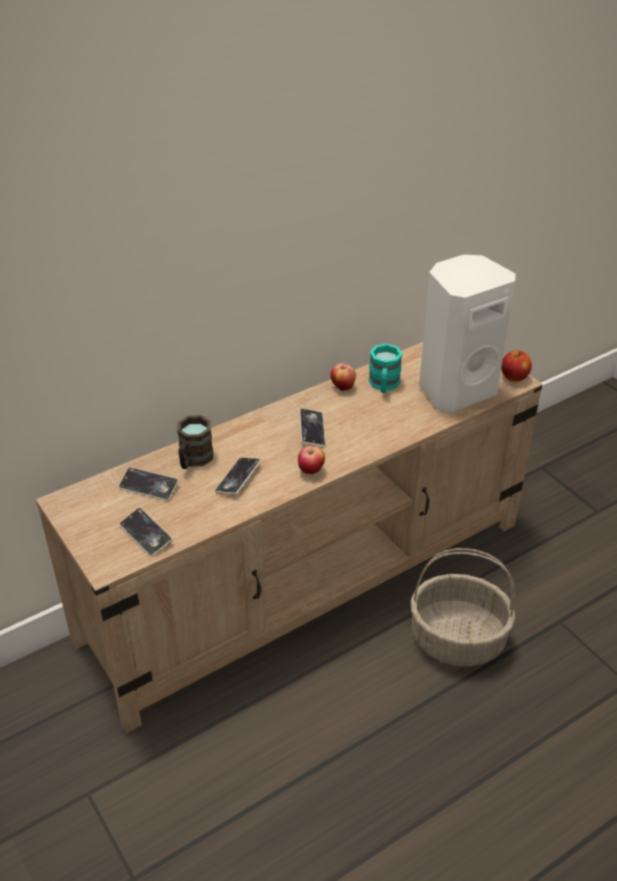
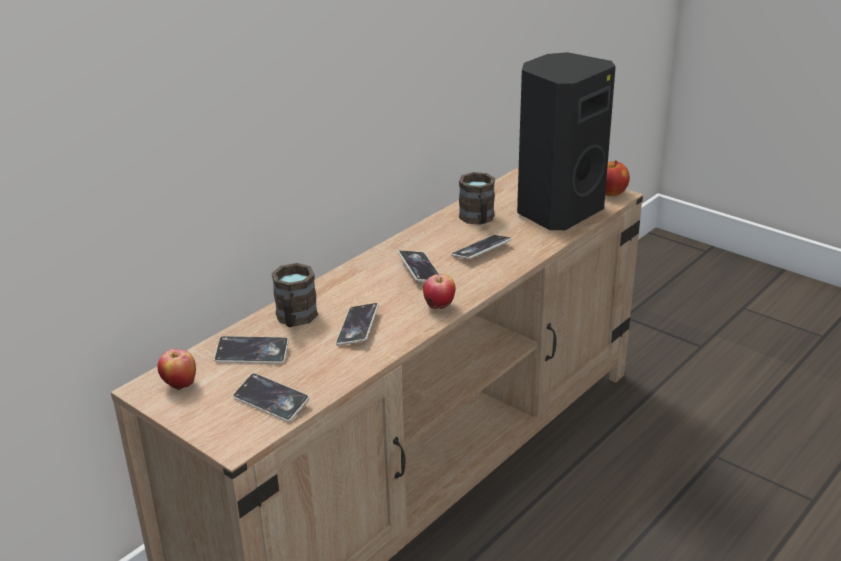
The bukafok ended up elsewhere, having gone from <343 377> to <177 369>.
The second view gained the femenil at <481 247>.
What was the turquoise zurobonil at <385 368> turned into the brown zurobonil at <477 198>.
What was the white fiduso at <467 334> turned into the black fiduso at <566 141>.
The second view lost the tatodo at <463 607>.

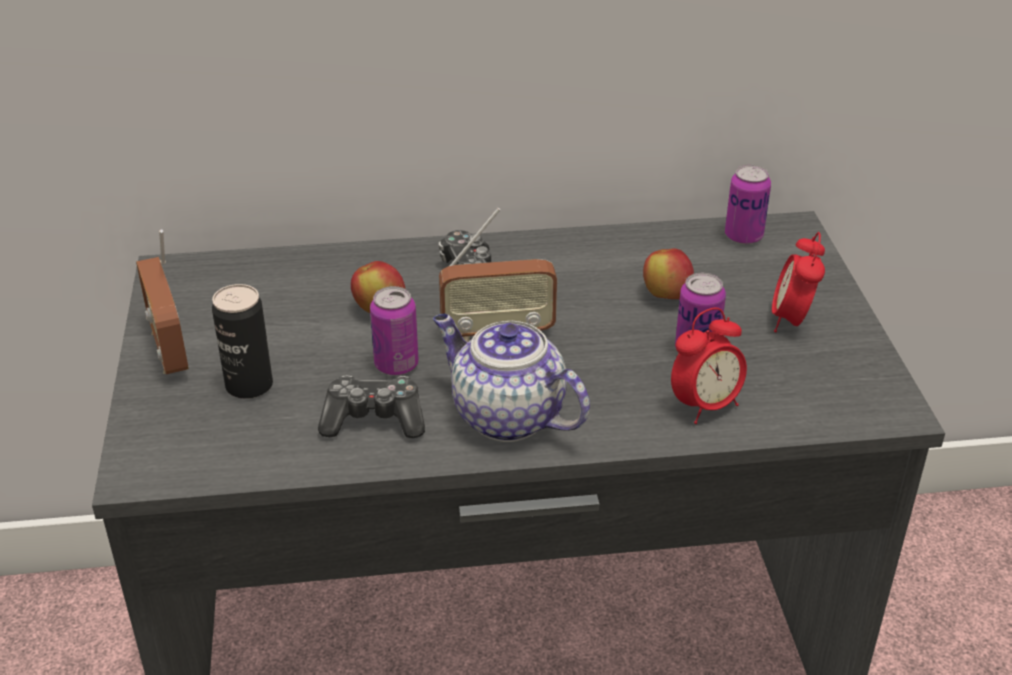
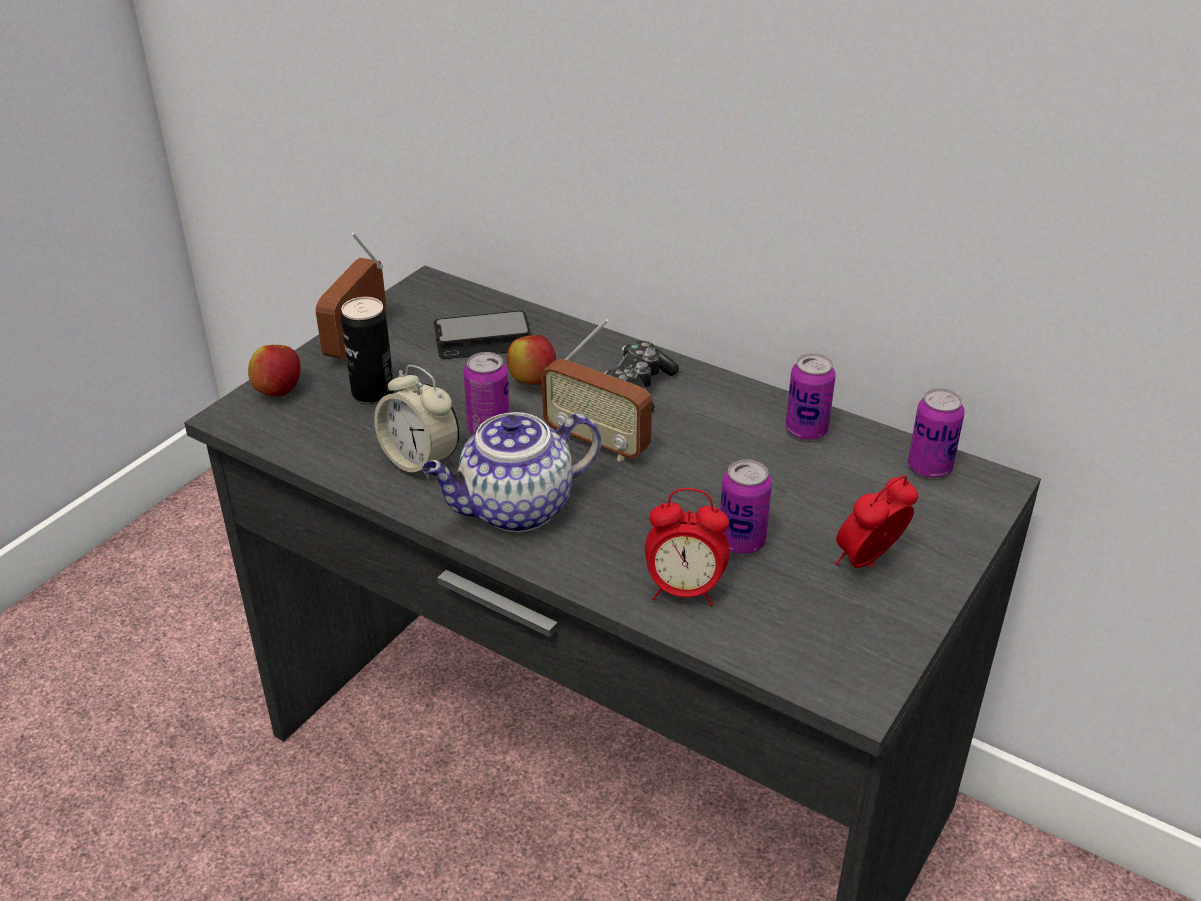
The bukafok ended up elsewhere, having gone from <668 273> to <274 371>.
Where the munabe stood at <371 406>, the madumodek came to stand at <416 422>.
The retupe at <511 378> ended up facing another way, 105 degrees counterclockwise from before.
The second view gained the femenil at <482 334>.
The second view gained the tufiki at <811 396>.

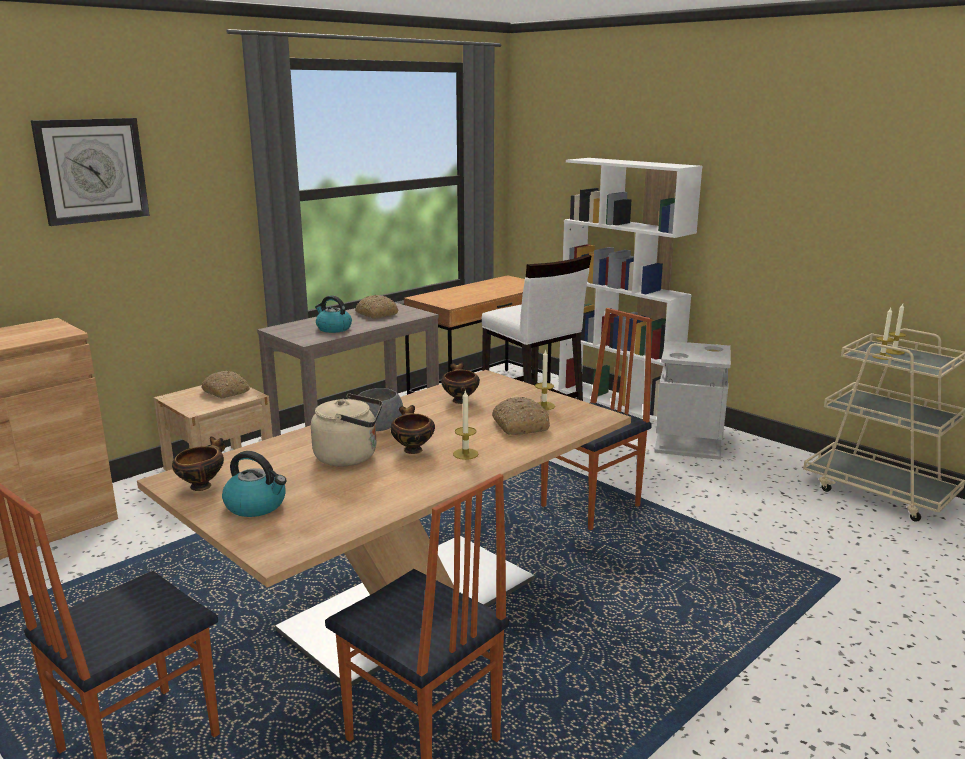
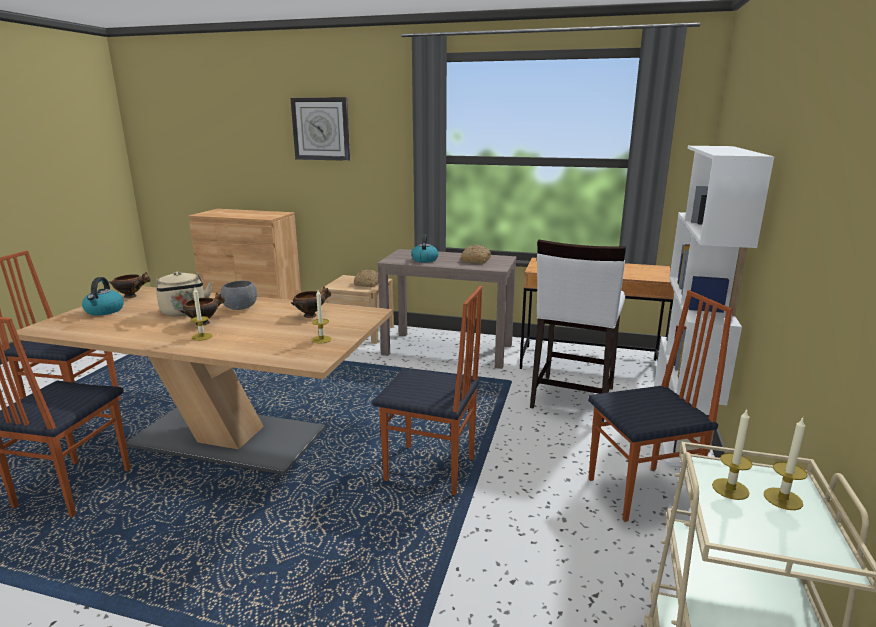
Where the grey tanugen stood at <692 400>, the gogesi came to stand at <660 406>.
The second view lost the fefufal at <521 416>.

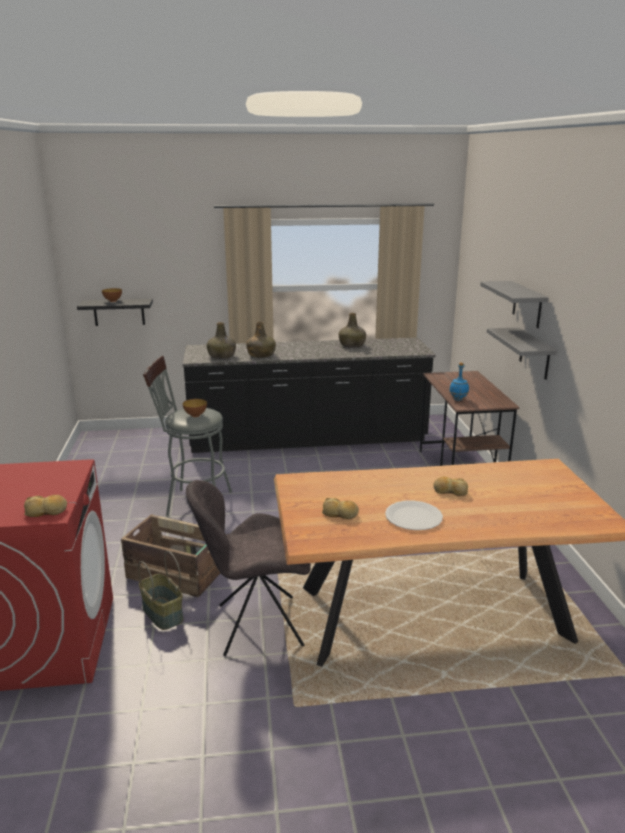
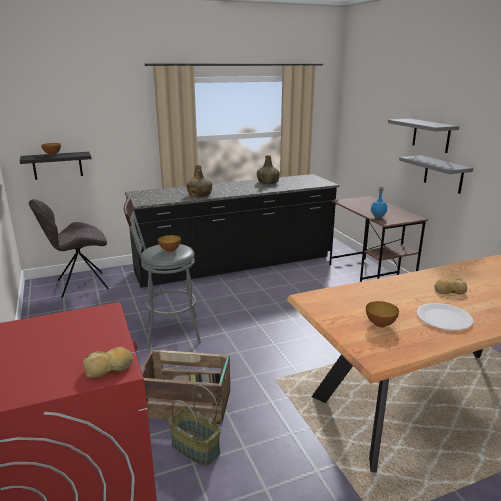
The grey gogesi ended up elsewhere, having gone from <248 568> to <69 248>.
Where the fefufal stood at <340 508>, the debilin came to stand at <382 314>.
The second view lost the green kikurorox at <221 340>.

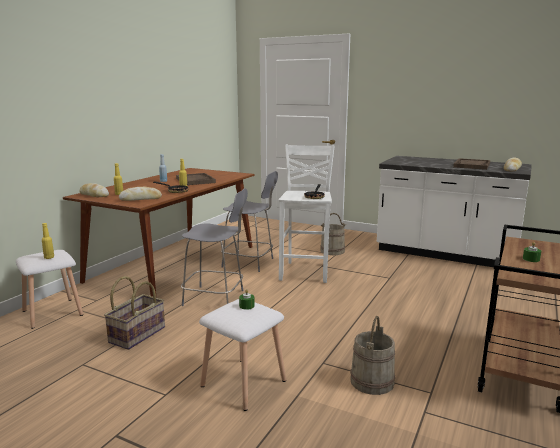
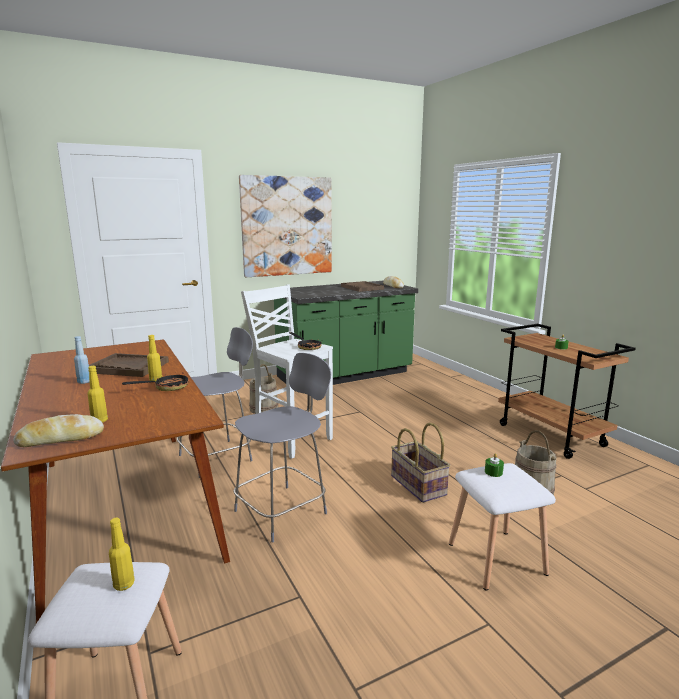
The second view gained the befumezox at <285 226>.
What was the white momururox at <454 211> turned into the green momururox at <346 336>.
The tatodo ended up elsewhere, having gone from <134 313> to <420 463>.
The second view lost the fefufal at <140 194>.

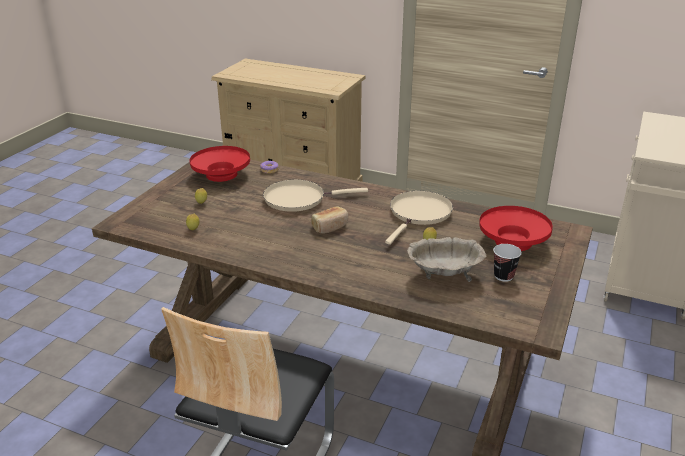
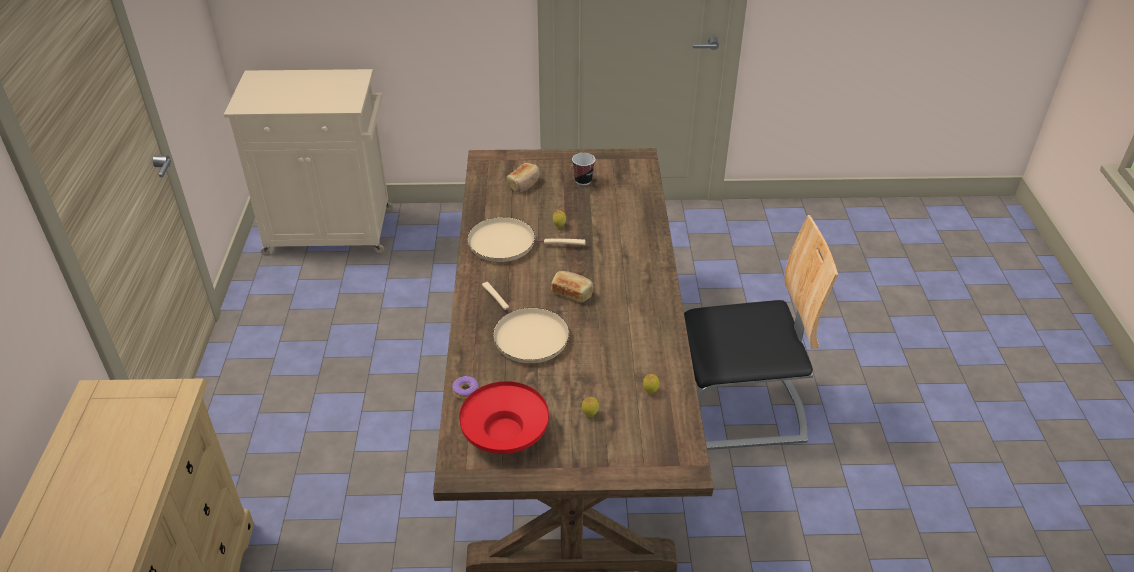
Where the red debilin stood at <516 228>, the fefufal came to stand at <523 177>.
The second view lost the beige debilin at <446 259>.

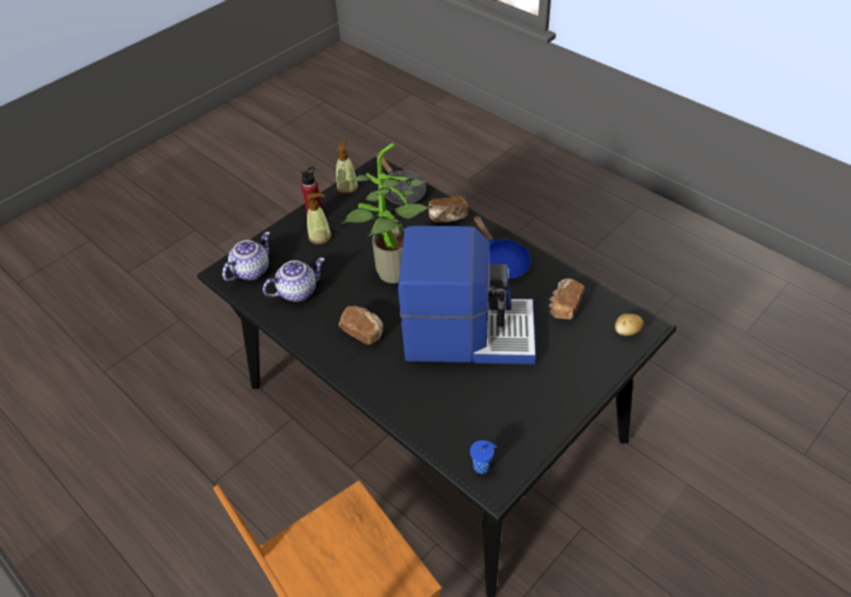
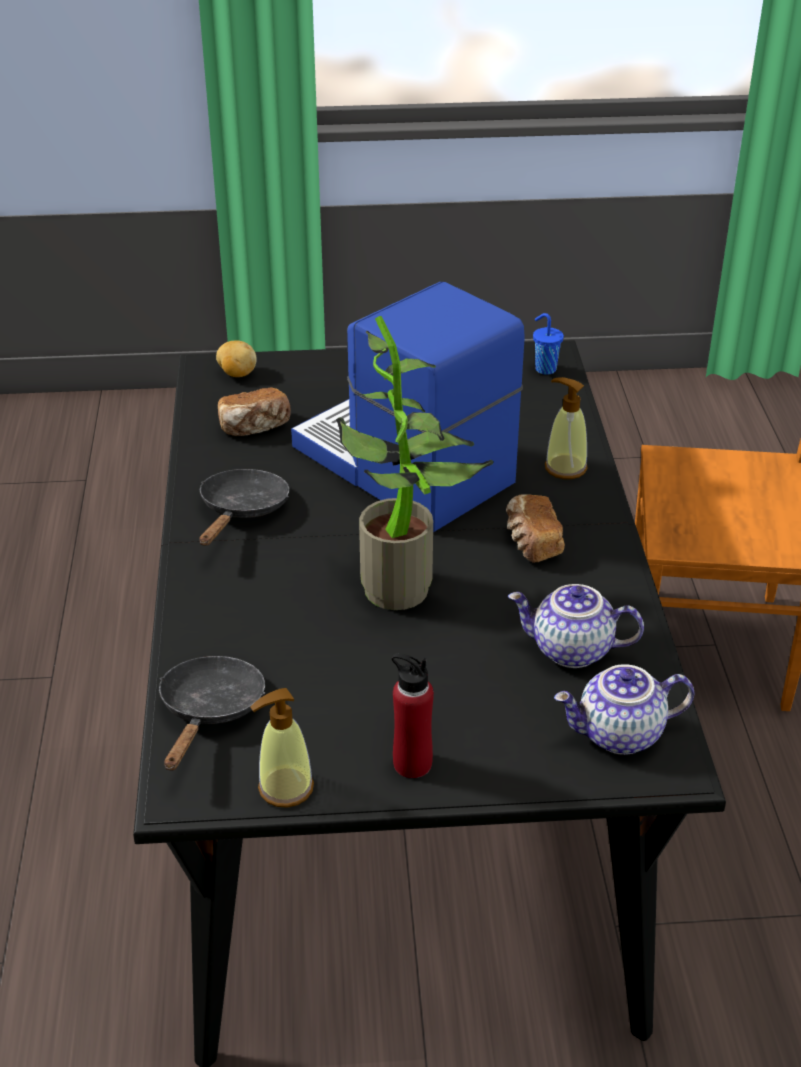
What was the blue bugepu at <502 248> turned into the black bugepu at <244 507>.
The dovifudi ended up elsewhere, having gone from <319 219> to <566 428>.
The second view lost the fefufal at <449 209>.

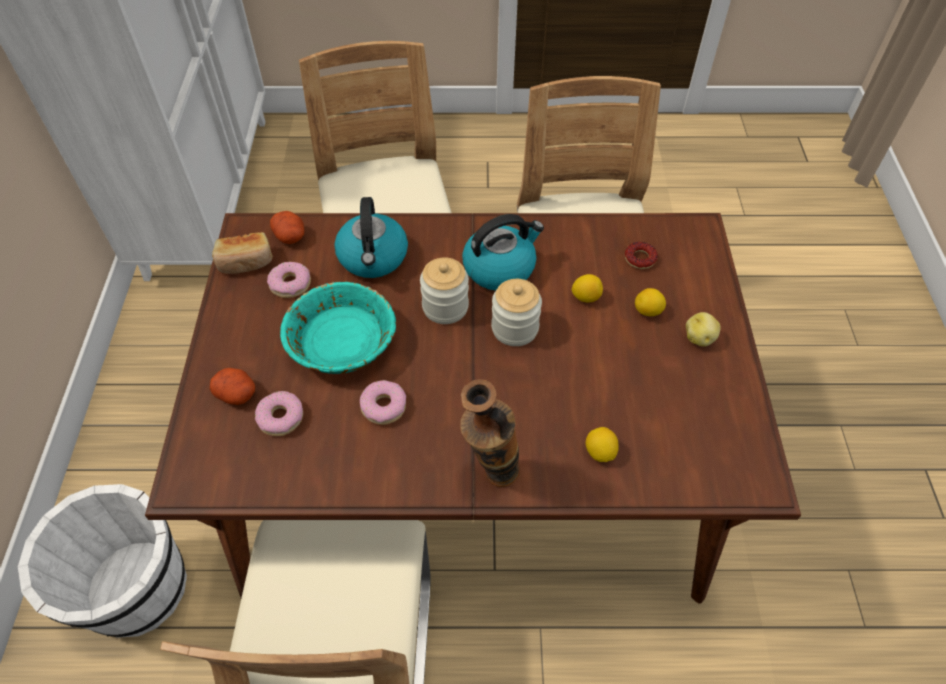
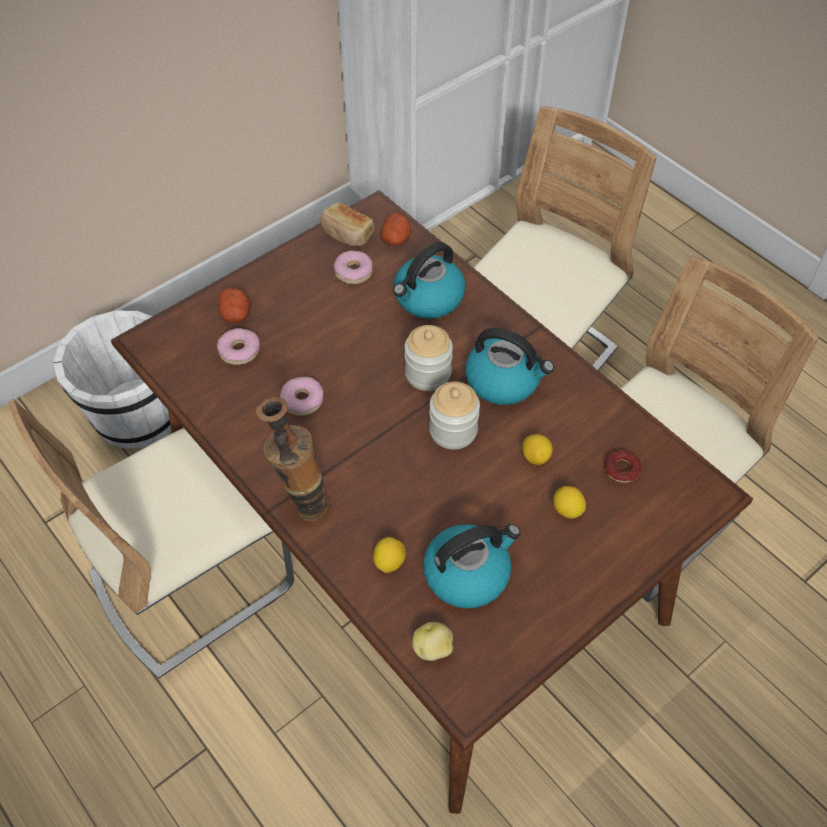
The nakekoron ended up elsewhere, having gone from <703 329> to <432 641>.
The second view gained the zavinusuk at <472 566>.
The second view lost the turquoise debilin at <338 328>.

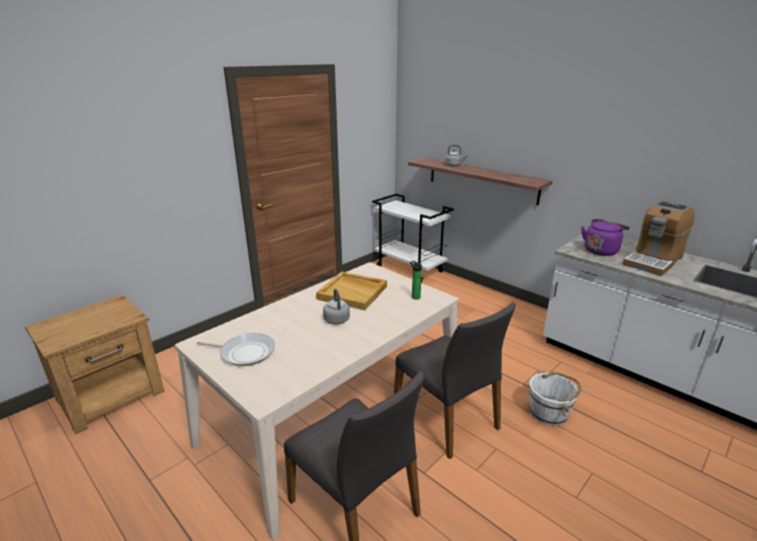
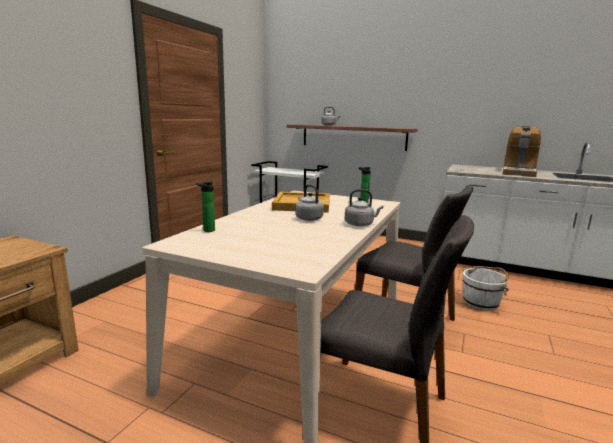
The second view gained the kikurorox at <205 206>.
The second view gained the grey zavinusuk at <364 207>.
The second view lost the bugepu at <235 349>.
The second view lost the purple zavinusuk at <605 237>.

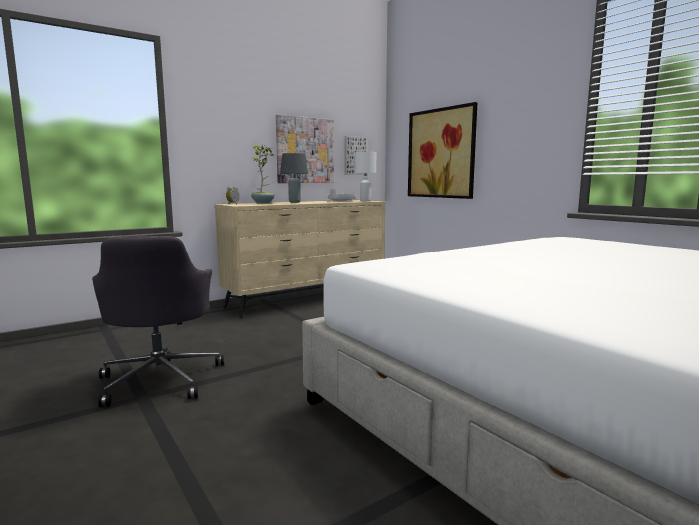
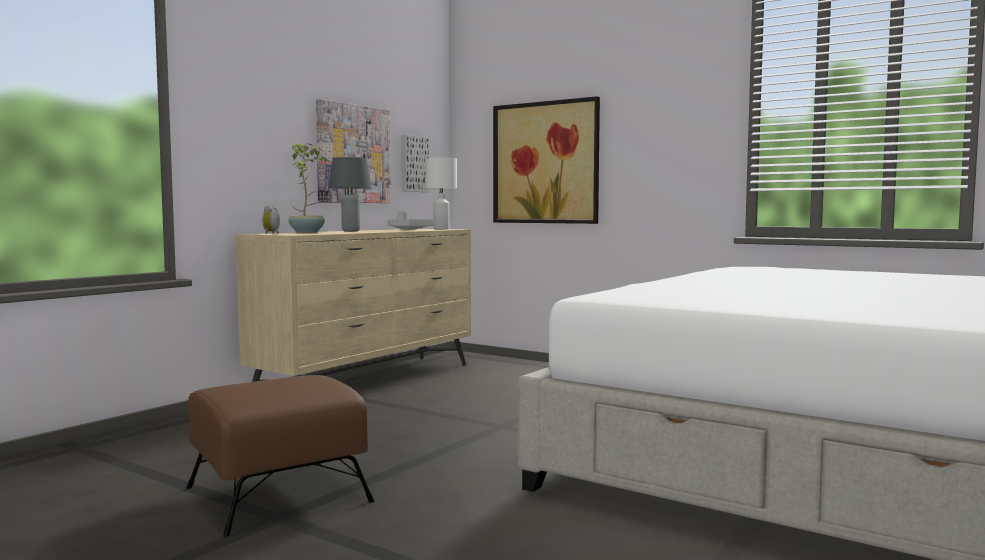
Where the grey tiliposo stood at <158 321>, the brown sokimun came to stand at <280 456>.

